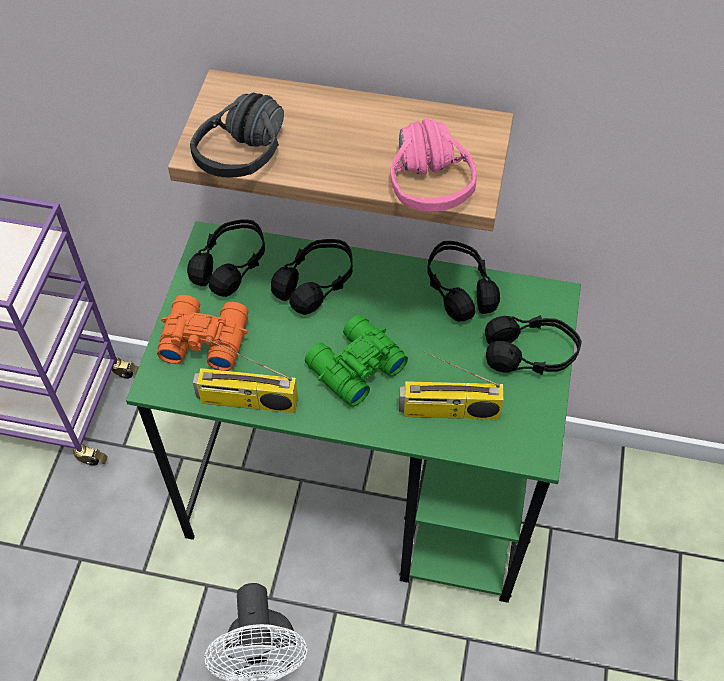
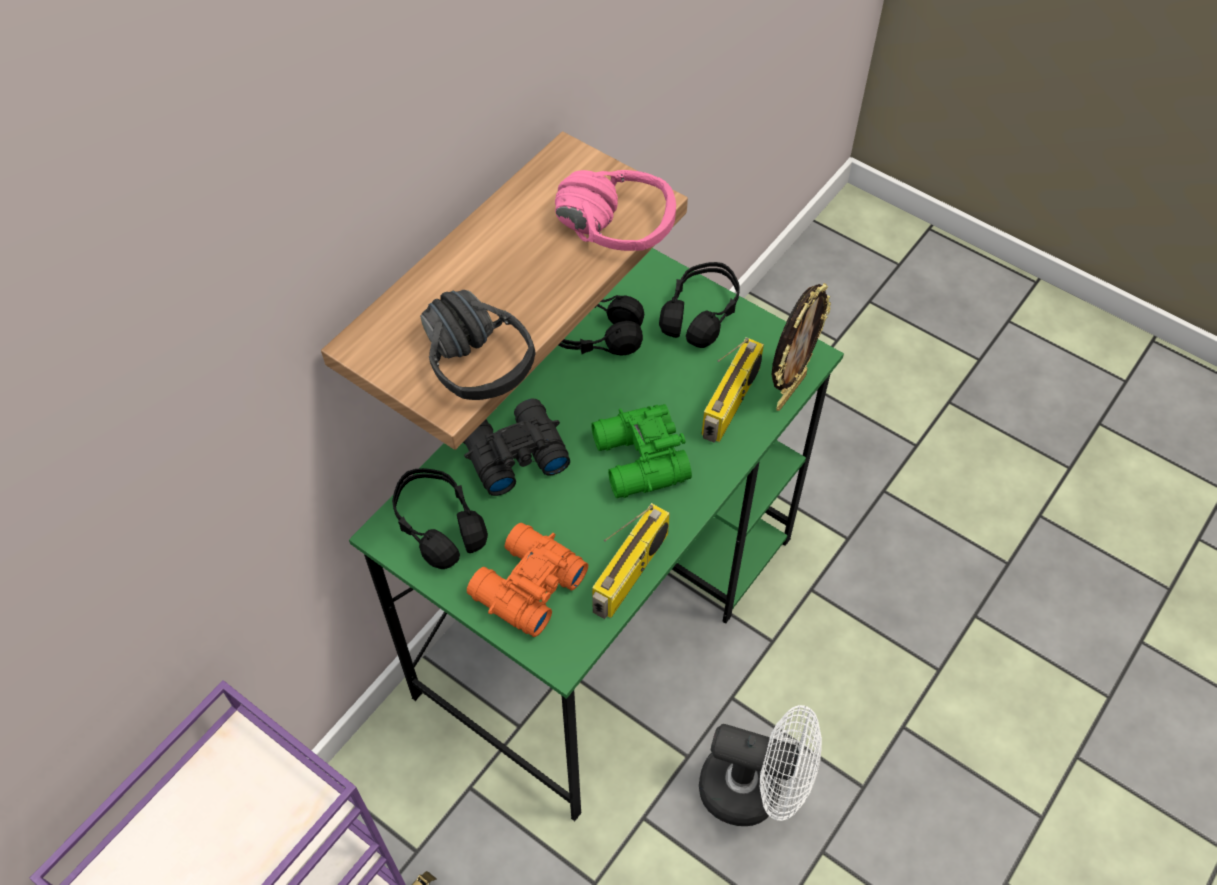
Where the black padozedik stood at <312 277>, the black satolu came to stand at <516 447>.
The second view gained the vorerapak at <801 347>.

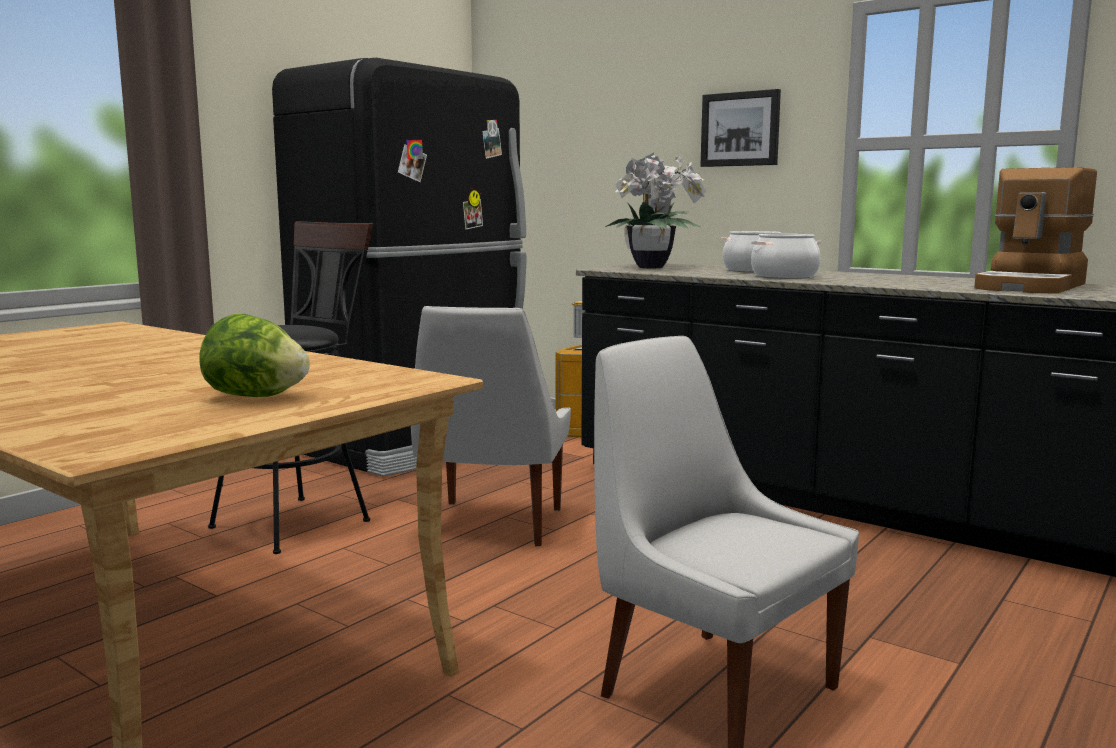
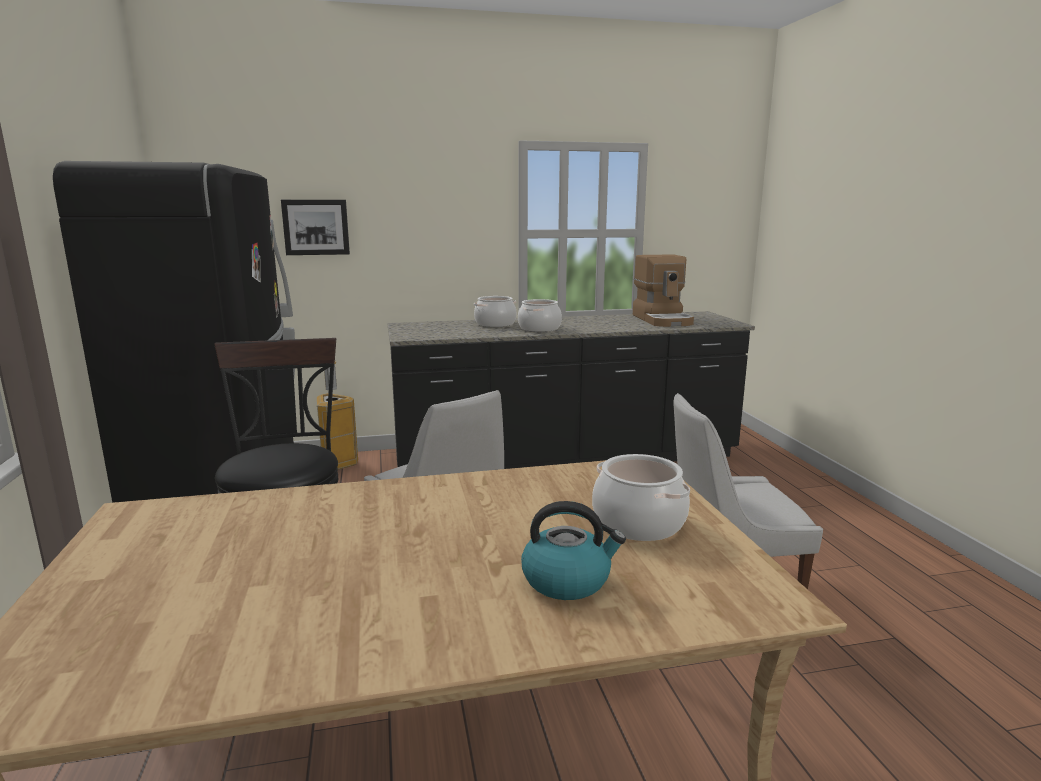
The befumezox ended up elsewhere, having gone from <740 128> to <315 227>.
The second view gained the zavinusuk at <573 550>.
Where the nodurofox stood at <254 355>, the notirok came to stand at <641 497>.
The second view lost the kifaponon at <656 210>.

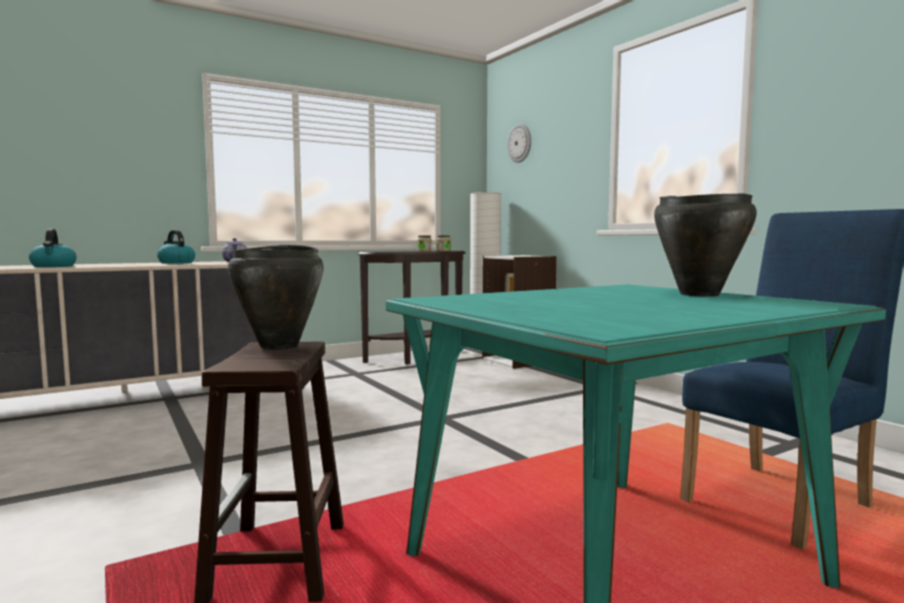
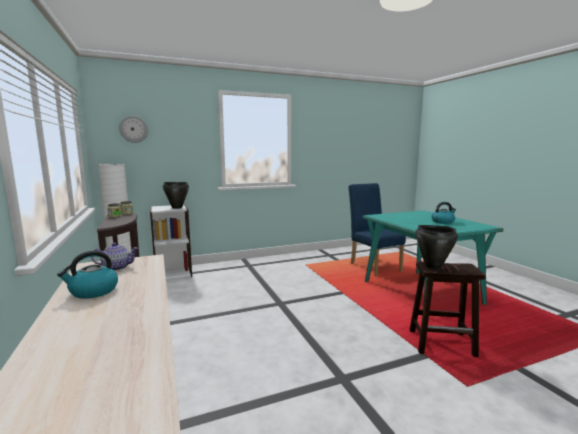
The black notirok ended up elsewhere, having gone from <705 245> to <176 195>.
The zavinusuk ended up elsewhere, having gone from <53 248> to <443 213>.

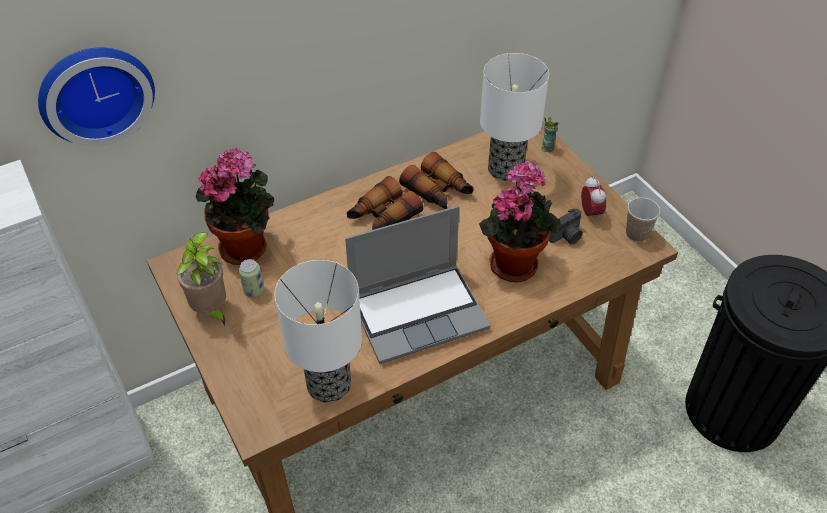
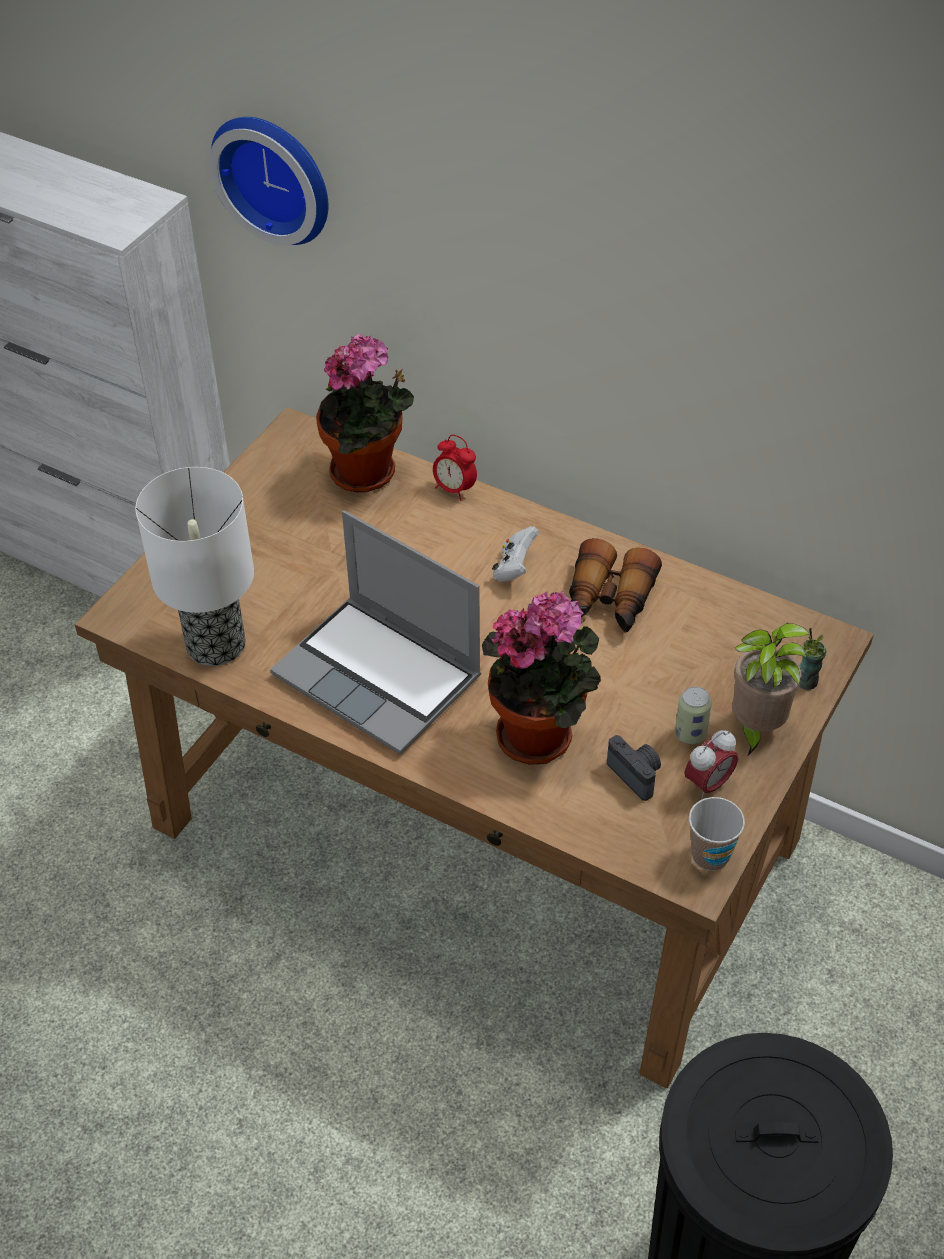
The second view gained the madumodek at <455 468>.
Where the satolu stood at <385 203>, the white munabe came to stand at <515 554>.
The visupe at <566 226> ended up facing another way, 150 degrees counterclockwise from before.
The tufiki ended up elsewhere, having gone from <251 278> to <693 715>.
The kifaponon ended up elsewhere, having gone from <201 279> to <771 690>.
The second view lost the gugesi at <514 117>.

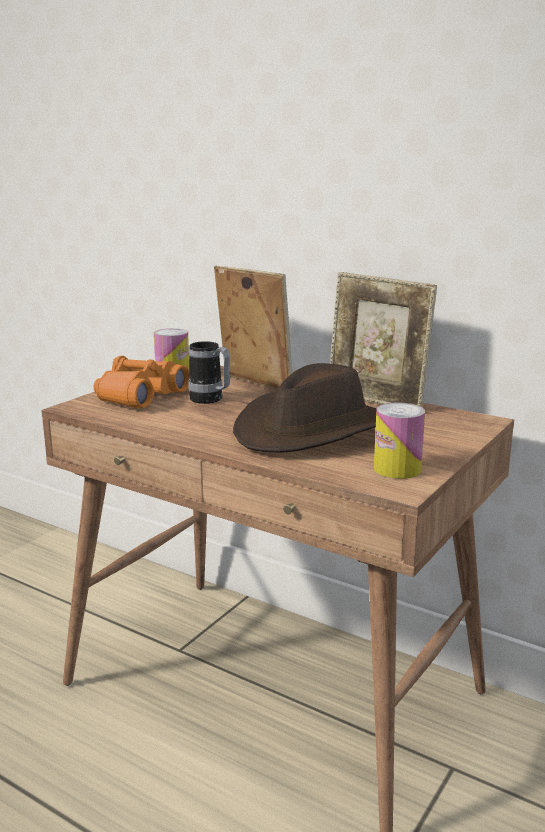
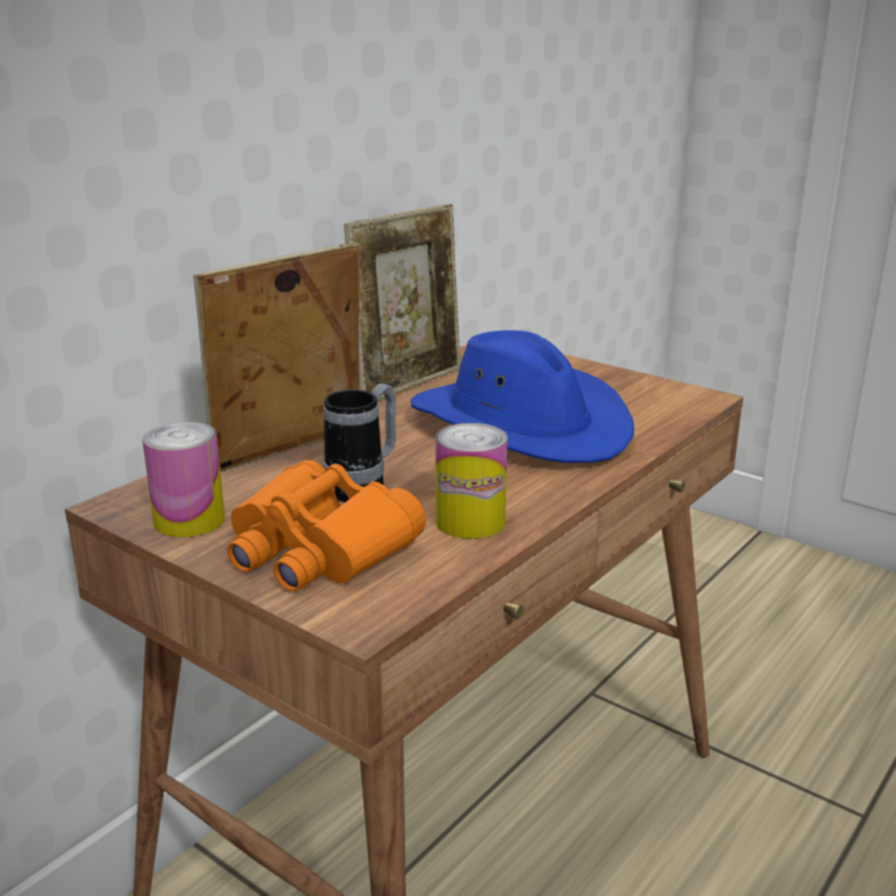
What was the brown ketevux at <305 408> turned into the blue ketevux at <522 396>.
The tufiki ended up elsewhere, having gone from <399 440> to <471 481>.

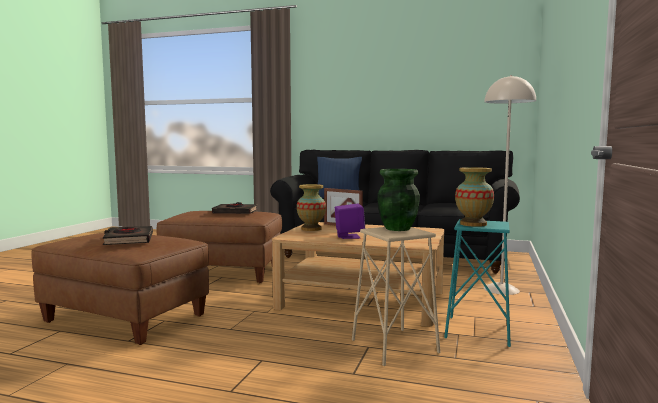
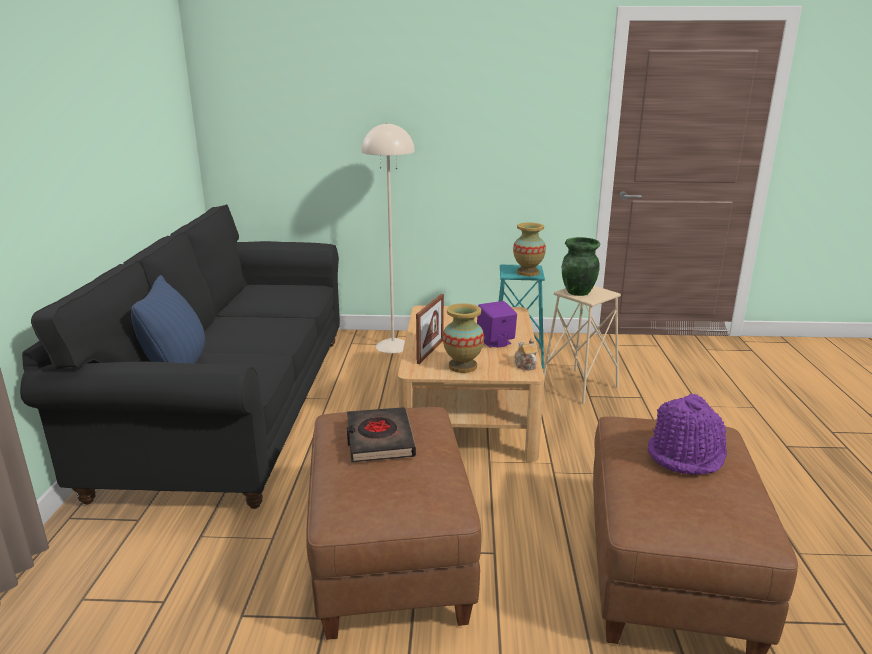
The second view gained the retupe at <526 354>.
Where the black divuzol stood at <128 235>, the purple ketevux came to stand at <687 434>.

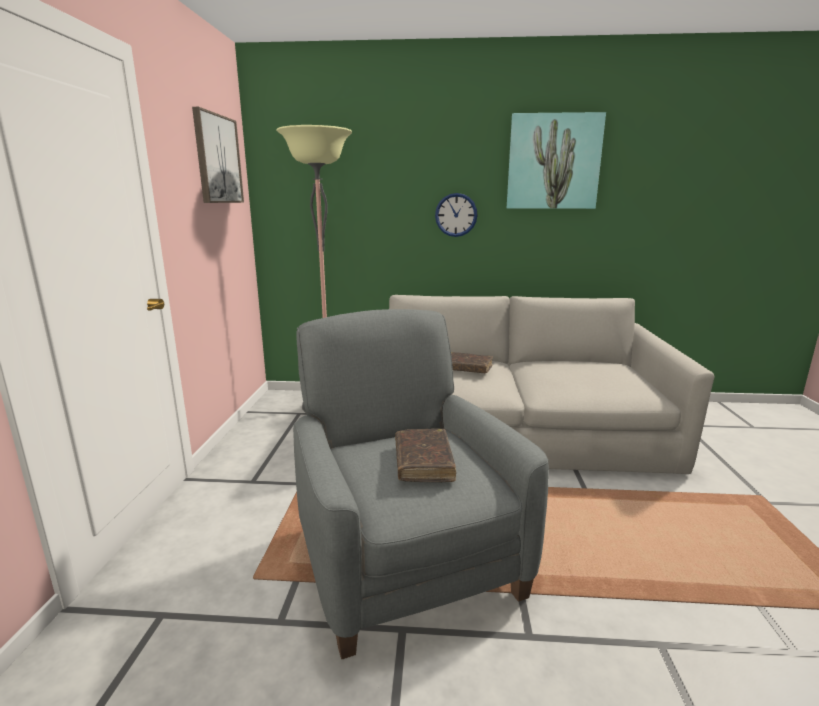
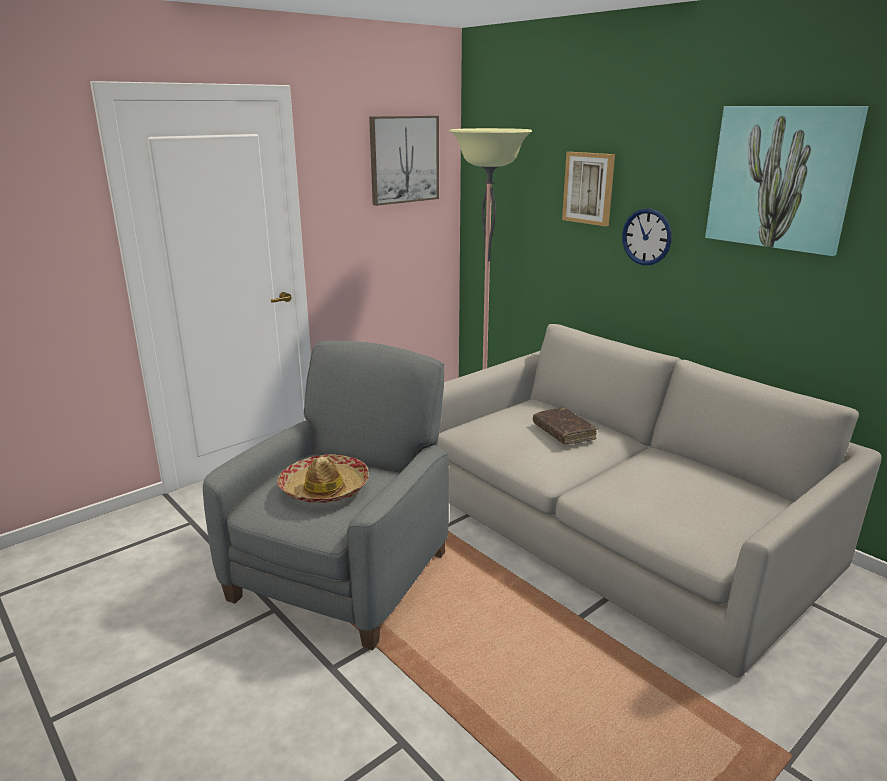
Where the brown divuzol stood at <425 455>, the ketevux came to stand at <323 478>.
The second view gained the befumezox at <588 189>.

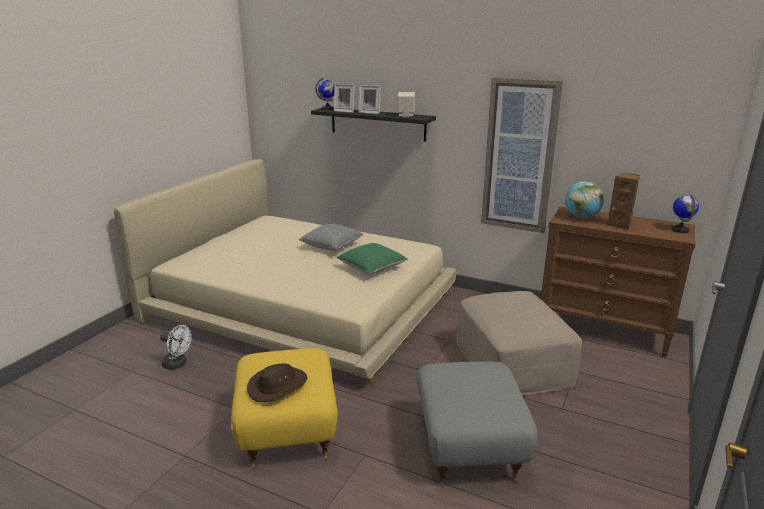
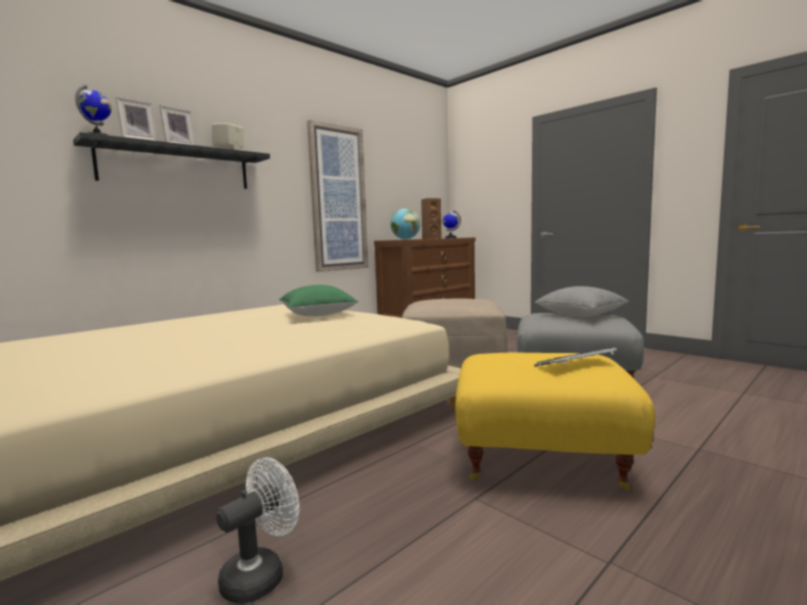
Where the brown ketevux stood at <277 382>, the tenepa came to stand at <575 357>.
The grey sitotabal ended up elsewhere, having gone from <331 237> to <582 301>.

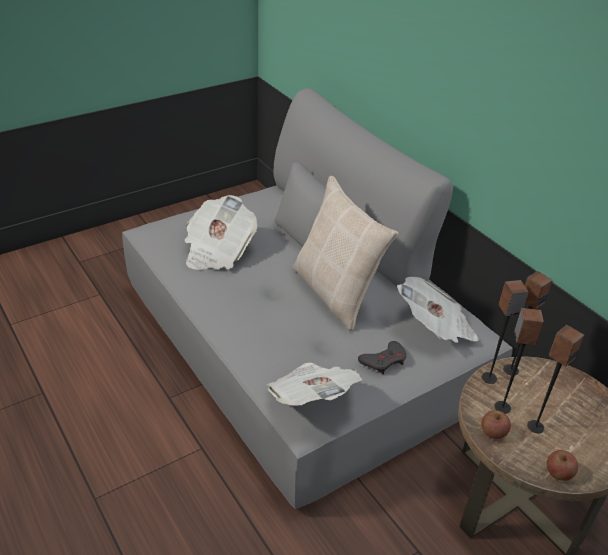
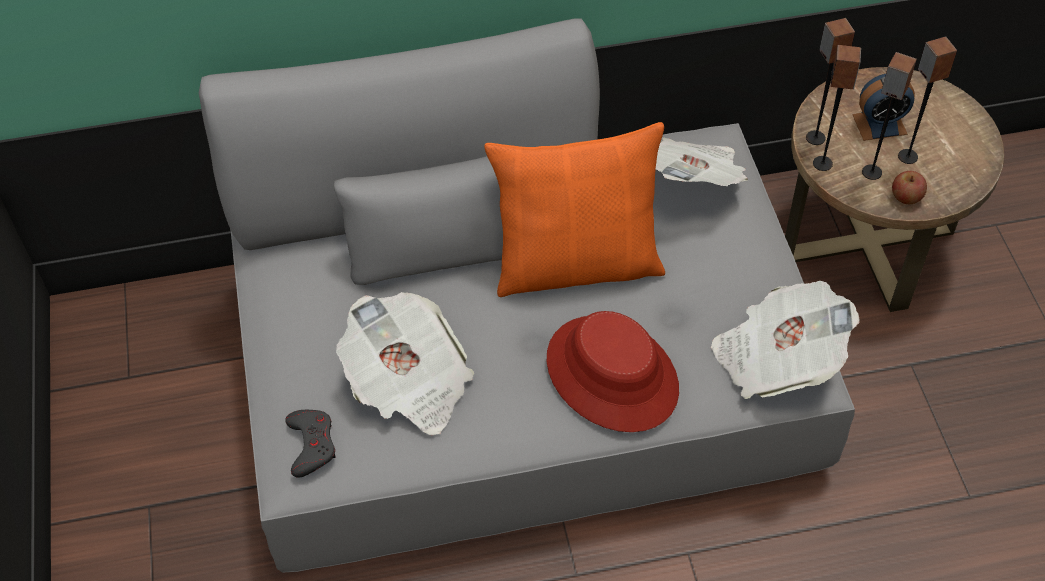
The grey munabe ended up elsewhere, having gone from <382 357> to <310 444>.
What was the beige sitotabal at <345 253> turned into the orange sitotabal at <574 209>.
The second view gained the red ketevux at <613 371>.
The second view gained the madumodek at <883 107>.
The second view lost the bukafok at <562 465>.

